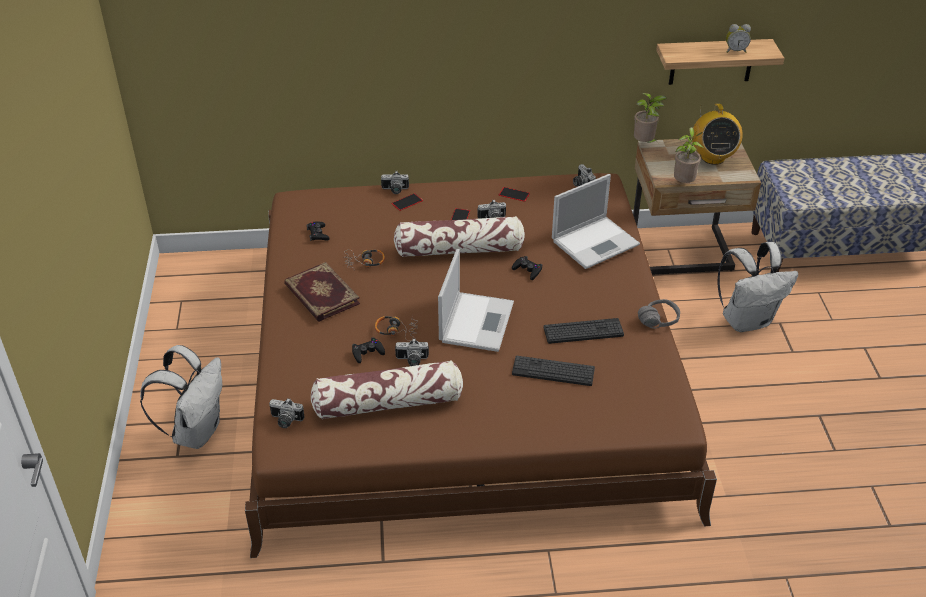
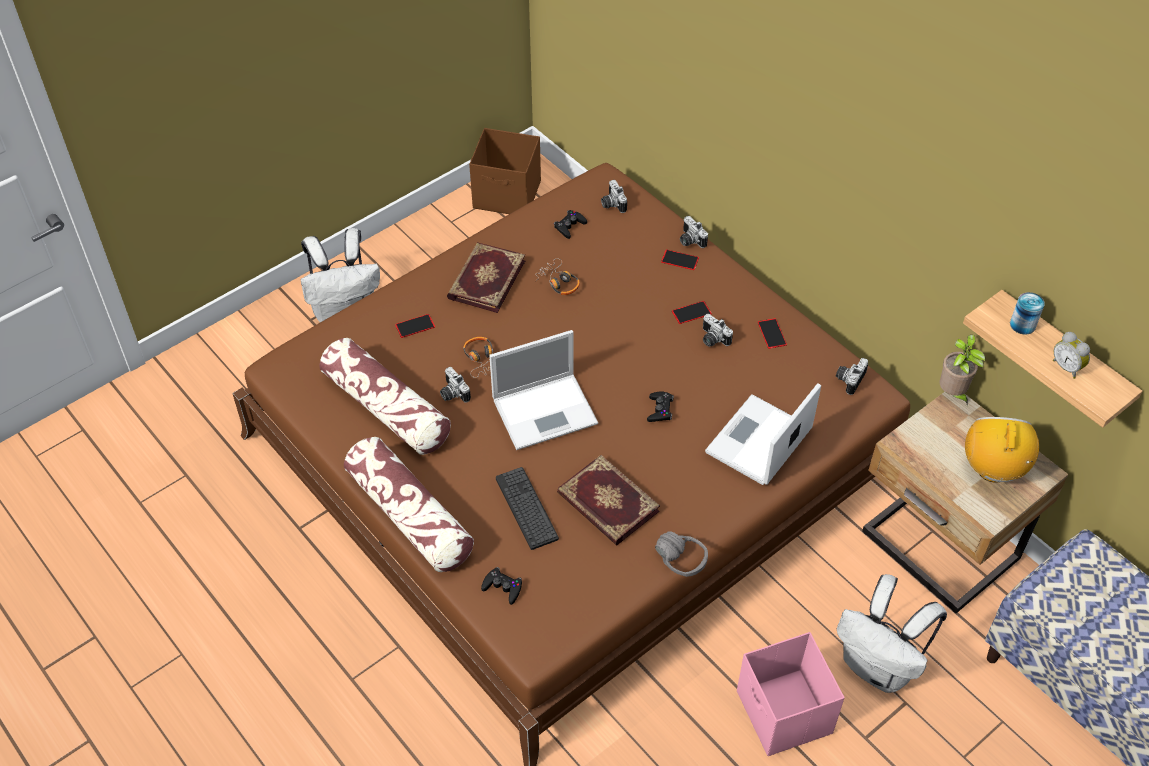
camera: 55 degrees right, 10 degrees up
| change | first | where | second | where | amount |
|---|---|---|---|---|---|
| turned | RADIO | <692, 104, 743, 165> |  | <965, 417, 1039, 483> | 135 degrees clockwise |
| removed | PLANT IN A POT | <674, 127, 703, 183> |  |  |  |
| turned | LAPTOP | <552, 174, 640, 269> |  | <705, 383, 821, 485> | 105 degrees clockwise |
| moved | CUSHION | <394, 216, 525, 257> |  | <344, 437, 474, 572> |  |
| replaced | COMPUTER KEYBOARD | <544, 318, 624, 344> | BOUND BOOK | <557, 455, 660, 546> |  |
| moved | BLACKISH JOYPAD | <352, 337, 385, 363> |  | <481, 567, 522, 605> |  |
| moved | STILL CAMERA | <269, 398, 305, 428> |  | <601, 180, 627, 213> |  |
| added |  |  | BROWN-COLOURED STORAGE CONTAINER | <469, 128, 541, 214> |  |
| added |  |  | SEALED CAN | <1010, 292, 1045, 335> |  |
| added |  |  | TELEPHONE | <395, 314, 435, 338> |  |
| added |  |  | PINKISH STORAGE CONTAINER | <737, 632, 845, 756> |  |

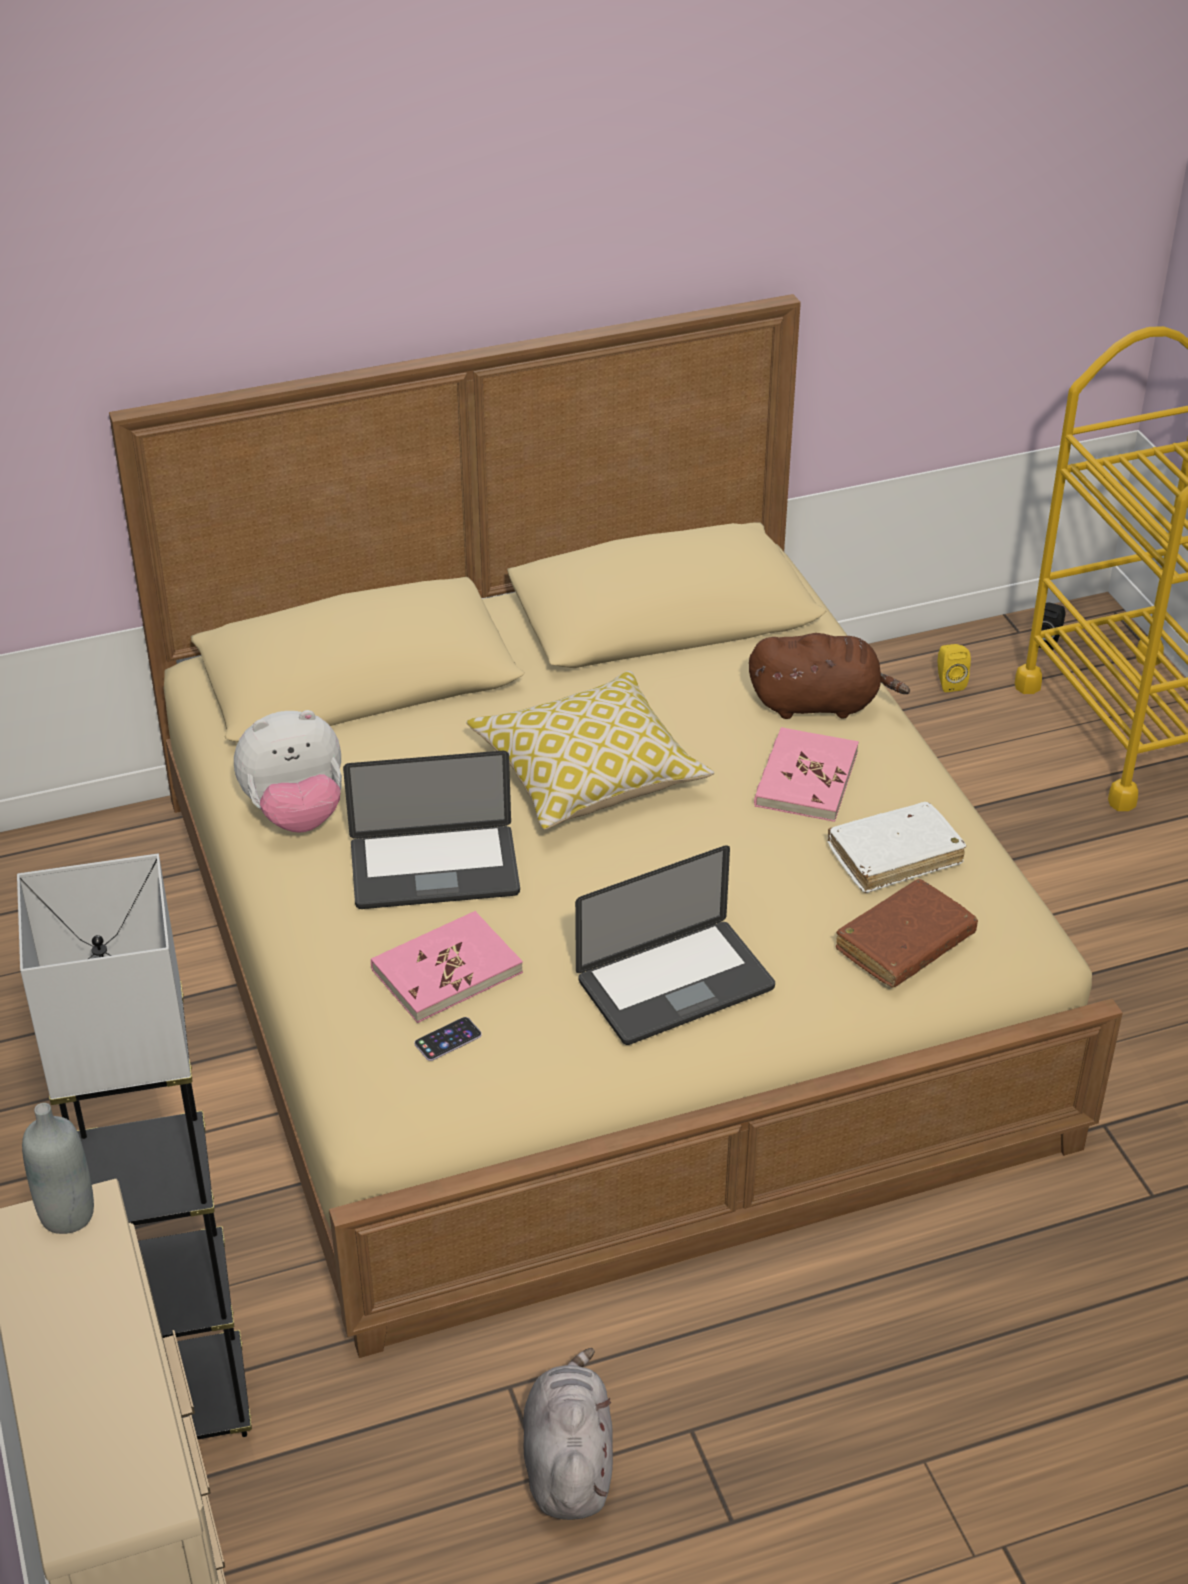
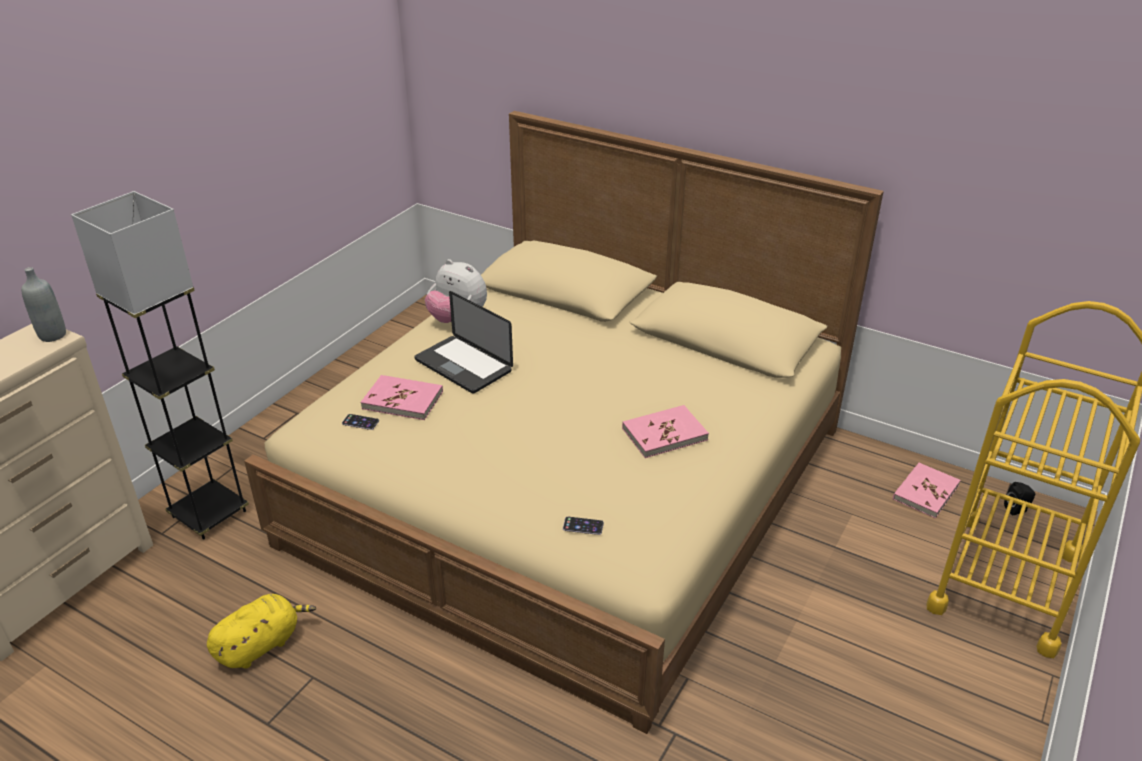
camera: 50 degrees right, 5 degrees down
| change | first | where | second | where | amount |
|---|---|---|---|---|---|
| removed | BROWN-COLOURED SOFT TOY | <749, 633, 910, 719> |  |  |  |
| replaced | YELLOW-COLOURED AUDIO SPEAKER | <938, 644, 971, 692> | PINKISH BOUND BOOK | <893, 463, 961, 518> |  |
| removed | CUSHION | <466, 671, 714, 830> |  |  |  |
| removed | WHITE BOUND BOOK | <828, 802, 967, 893> |  |  |  |
| removed | LAPTOP | <575, 845, 775, 1045> |  |  |  |
| replaced | BROWN-COLOURED BOUND BOOK | <836, 879, 978, 988> | TELEPHONE | <563, 517, 604, 535> |  |
| recoloured | GREY SOFT TOY | <523, 1348, 613, 1520> | YELLOW-COLOURED SOFT TOY | <207, 594, 316, 669> |  |

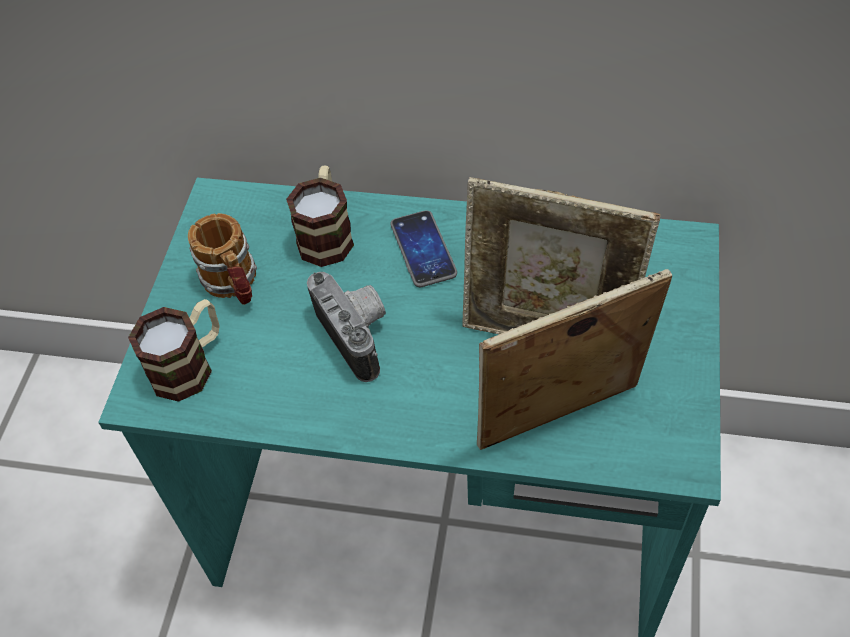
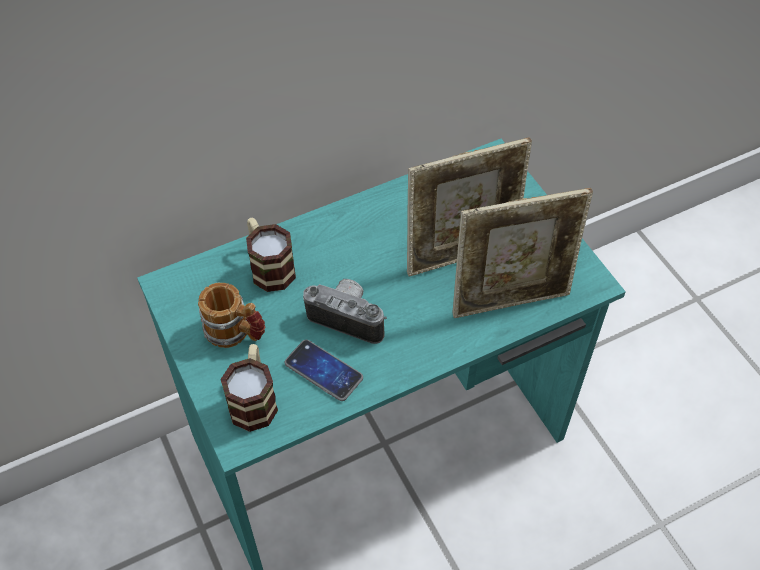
camera: 40 degrees left, 0 degrees up
| change | first | where | second | where | amount |
|---|---|---|---|---|---|
| moved | TELEPHONE | <390, 210, 457, 287> |  | <285, 340, 363, 401> |  |
| turned | STANDING FRAME | <477, 269, 672, 450> |  | <452, 188, 593, 318> | 135 degrees counterclockwise |

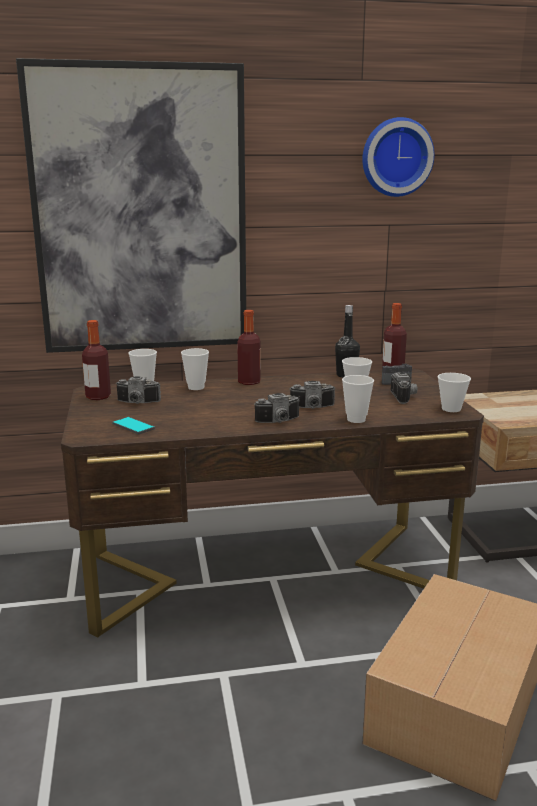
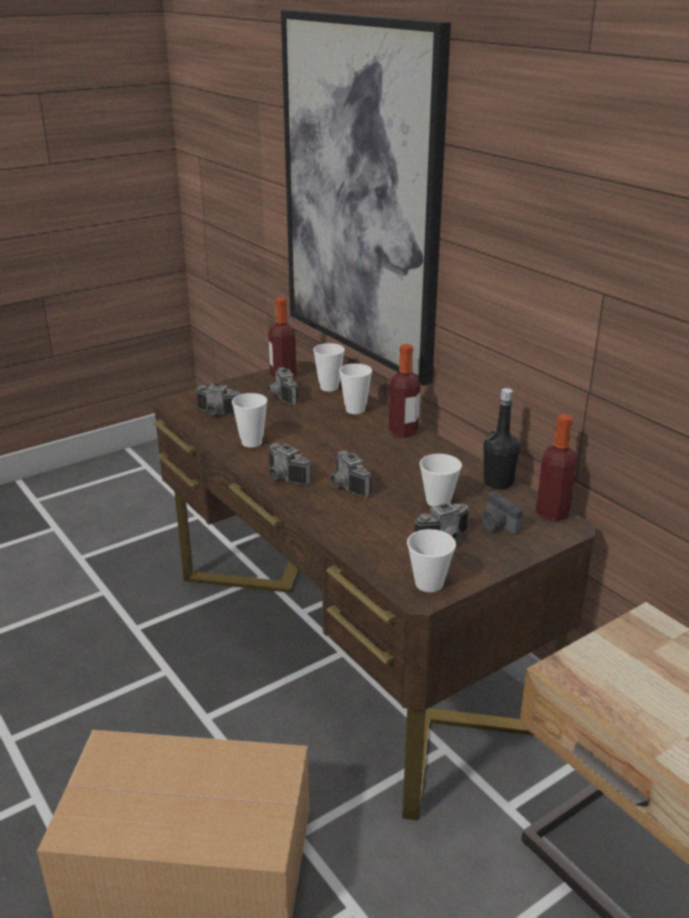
camera: 65 degrees right, 10 degrees up
| change | first | where | second | where | amount |
|---|---|---|---|---|---|
| removed | WALL CLOCK | <362, 117, 434, 197> |  |  |  |
| moved | CUP | <342, 375, 374, 423> |  | <232, 393, 267, 448> |  |
| replaced | TELEPHONE | <112, 417, 155, 434> | STILL CAMERA | <195, 384, 241, 415> |  |

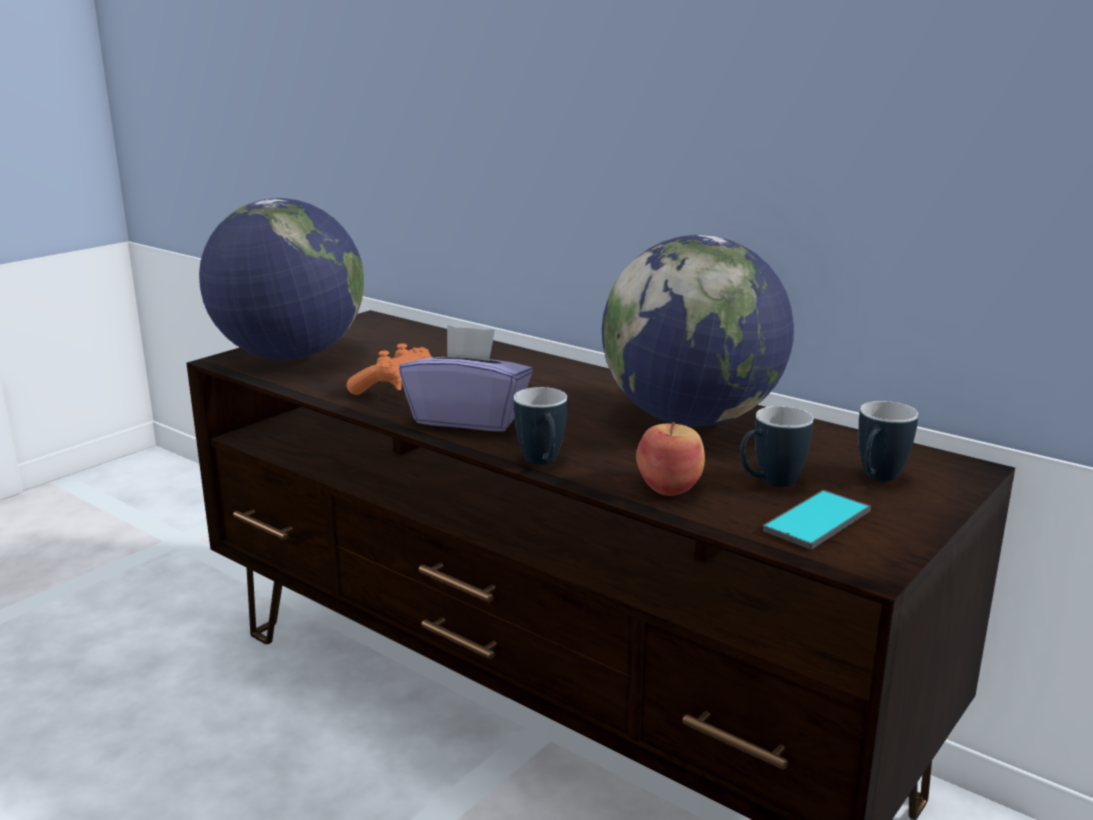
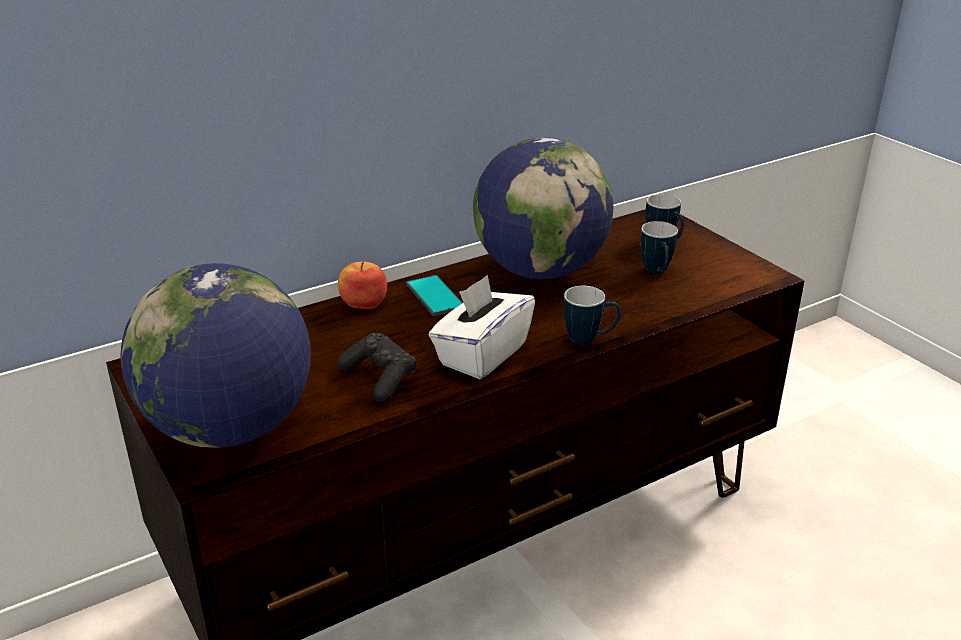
camera: 70 degrees left, 10 degrees up
| change | first | where | second | where | amount |
|---|---|---|---|---|---|
| recoloured | PURPLISH BOX OF TISSUES | <399, 325, 533, 431> | WHITE BOX OF TISSUES | <429, 275, 535, 379> |  |
| recoloured | ORANGEY JOYPAD | <347, 344, 433, 395> | BLACKISH JOYPAD | <338, 333, 416, 403> |  |
| moved | WHOLE APPLE | <636, 422, 705, 496> |  | <338, 261, 387, 309> |  |
| moved | TELEPHONE | <763, 490, 871, 549> |  | <406, 275, 463, 316> |  |

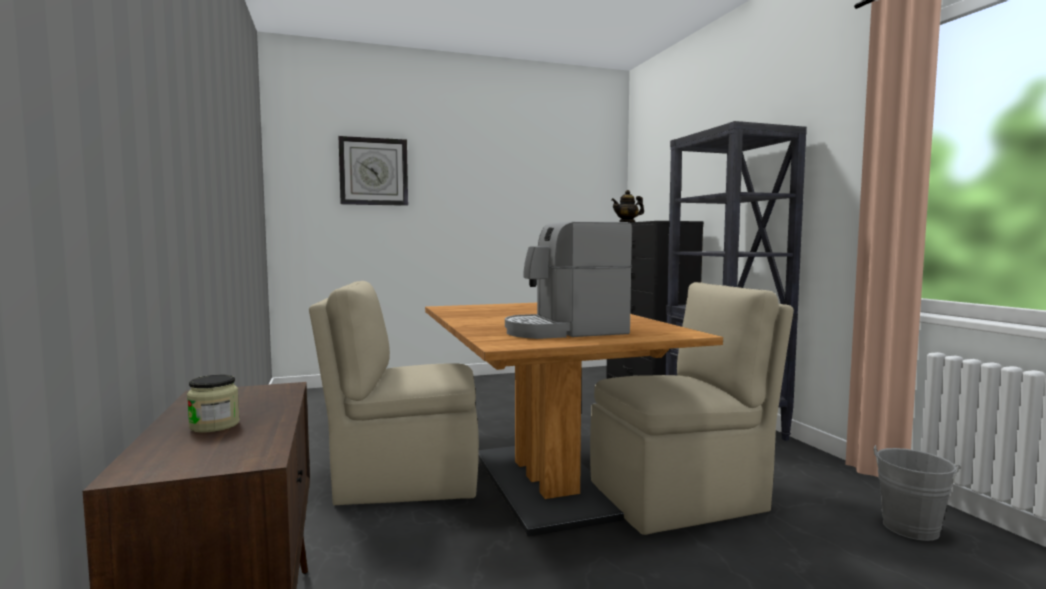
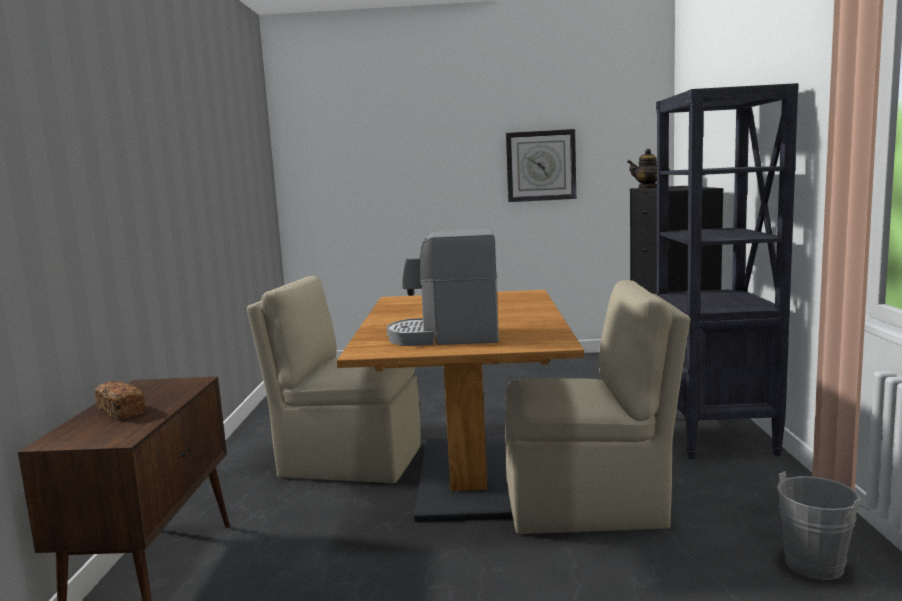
camera: 20 degrees right, 5 degrees up
| change | first | where | second | where | amount |
|---|---|---|---|---|---|
| moved | WALL CLOCK | <338, 136, 408, 206> |  | <506, 129, 576, 202> |  |
| replaced | STORAGE JAR | <187, 375, 240, 432> | BAKED BREAD | <95, 381, 146, 420> |  |

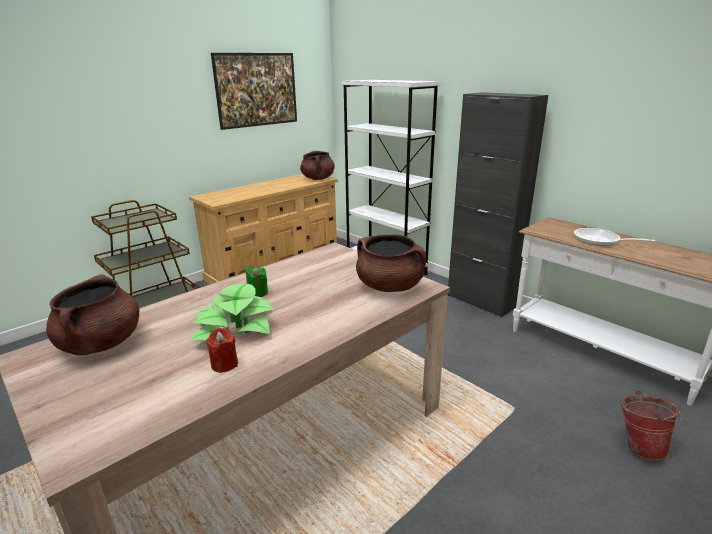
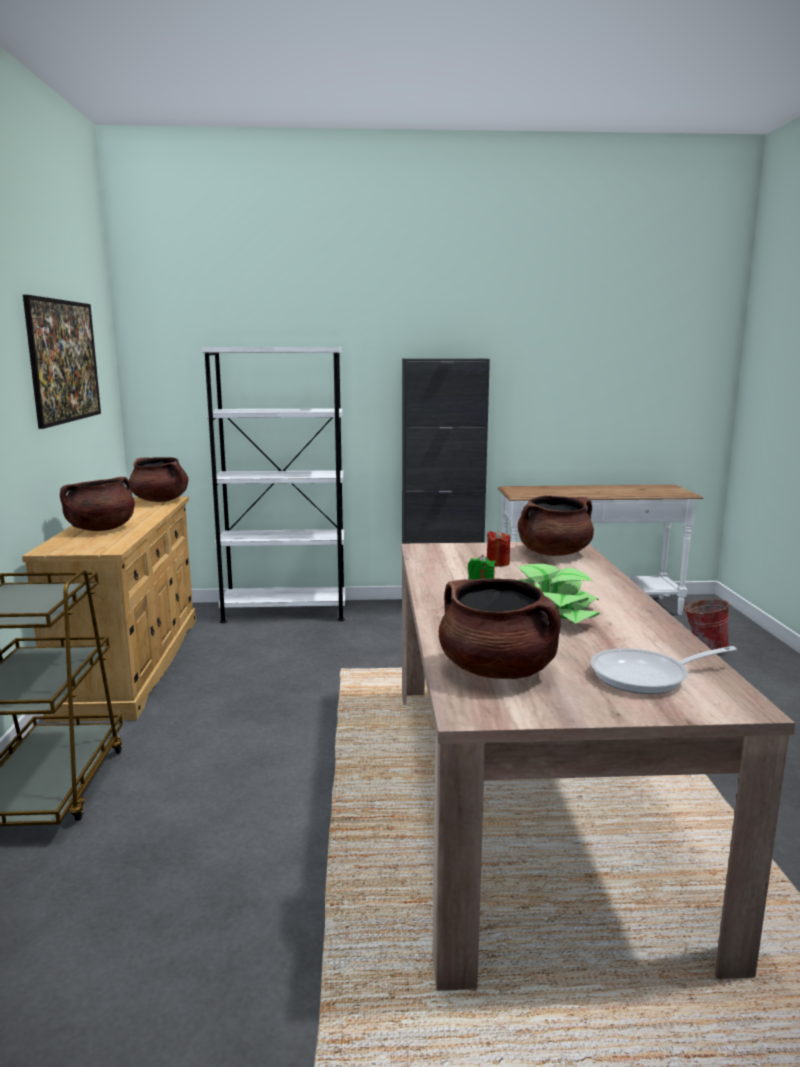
camera: 50 degrees left, 10 degrees down
| change | first | where | second | where | amount |
|---|---|---|---|---|---|
| moved | PAN | <574, 228, 655, 246> |  | <591, 646, 737, 694> |  |
| moved | RED WAX LIGHT | <206, 328, 238, 373> |  | <487, 530, 510, 567> |  |
| added |  |  | BROWN-COLOURED COOKING POT | <60, 477, 135, 531> |  |

